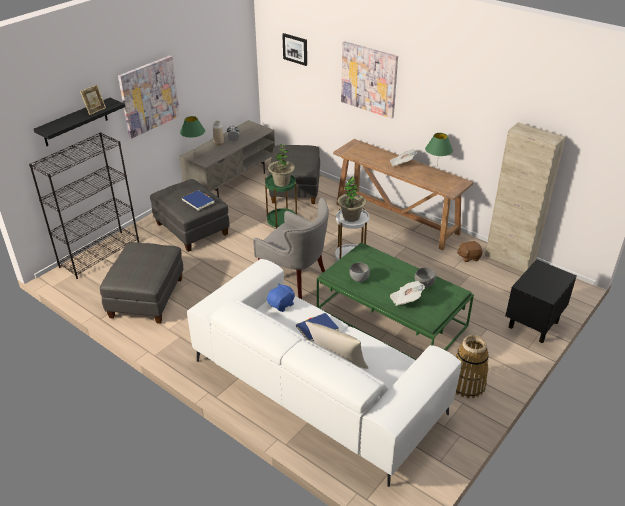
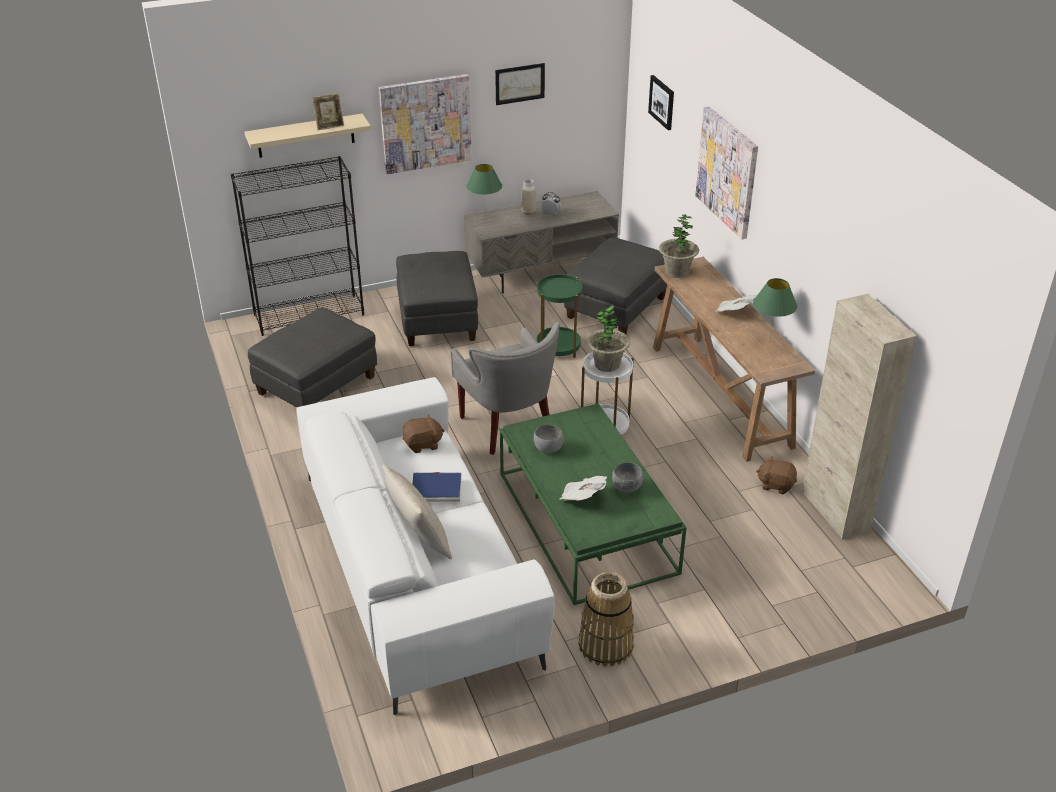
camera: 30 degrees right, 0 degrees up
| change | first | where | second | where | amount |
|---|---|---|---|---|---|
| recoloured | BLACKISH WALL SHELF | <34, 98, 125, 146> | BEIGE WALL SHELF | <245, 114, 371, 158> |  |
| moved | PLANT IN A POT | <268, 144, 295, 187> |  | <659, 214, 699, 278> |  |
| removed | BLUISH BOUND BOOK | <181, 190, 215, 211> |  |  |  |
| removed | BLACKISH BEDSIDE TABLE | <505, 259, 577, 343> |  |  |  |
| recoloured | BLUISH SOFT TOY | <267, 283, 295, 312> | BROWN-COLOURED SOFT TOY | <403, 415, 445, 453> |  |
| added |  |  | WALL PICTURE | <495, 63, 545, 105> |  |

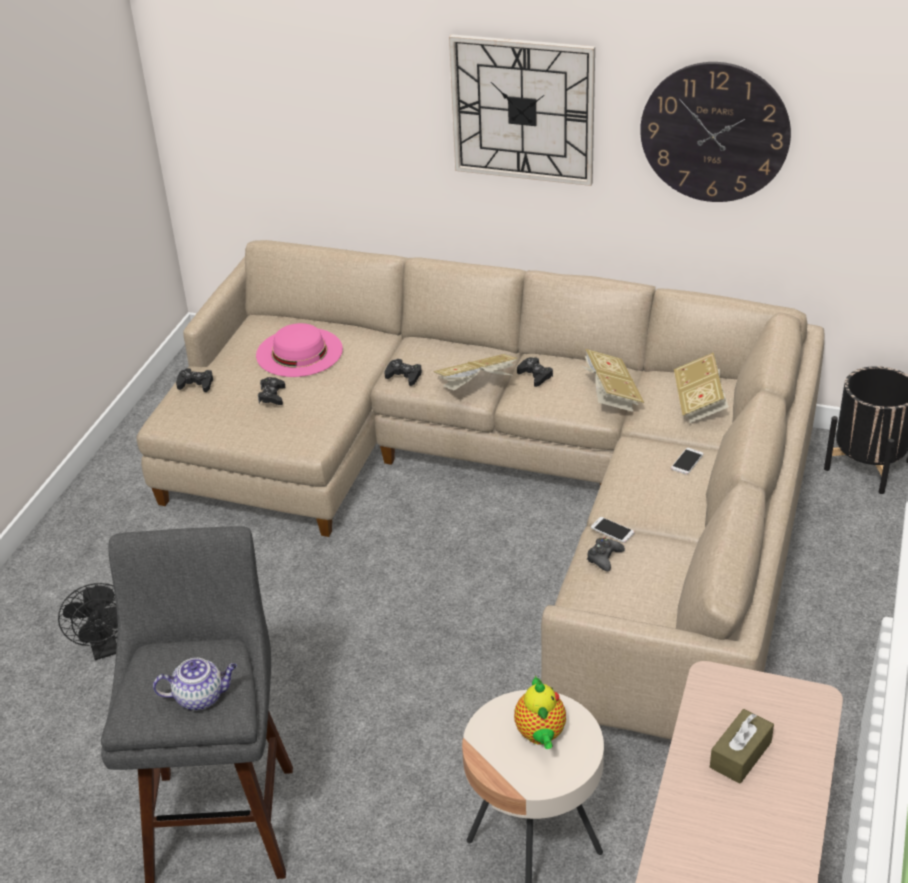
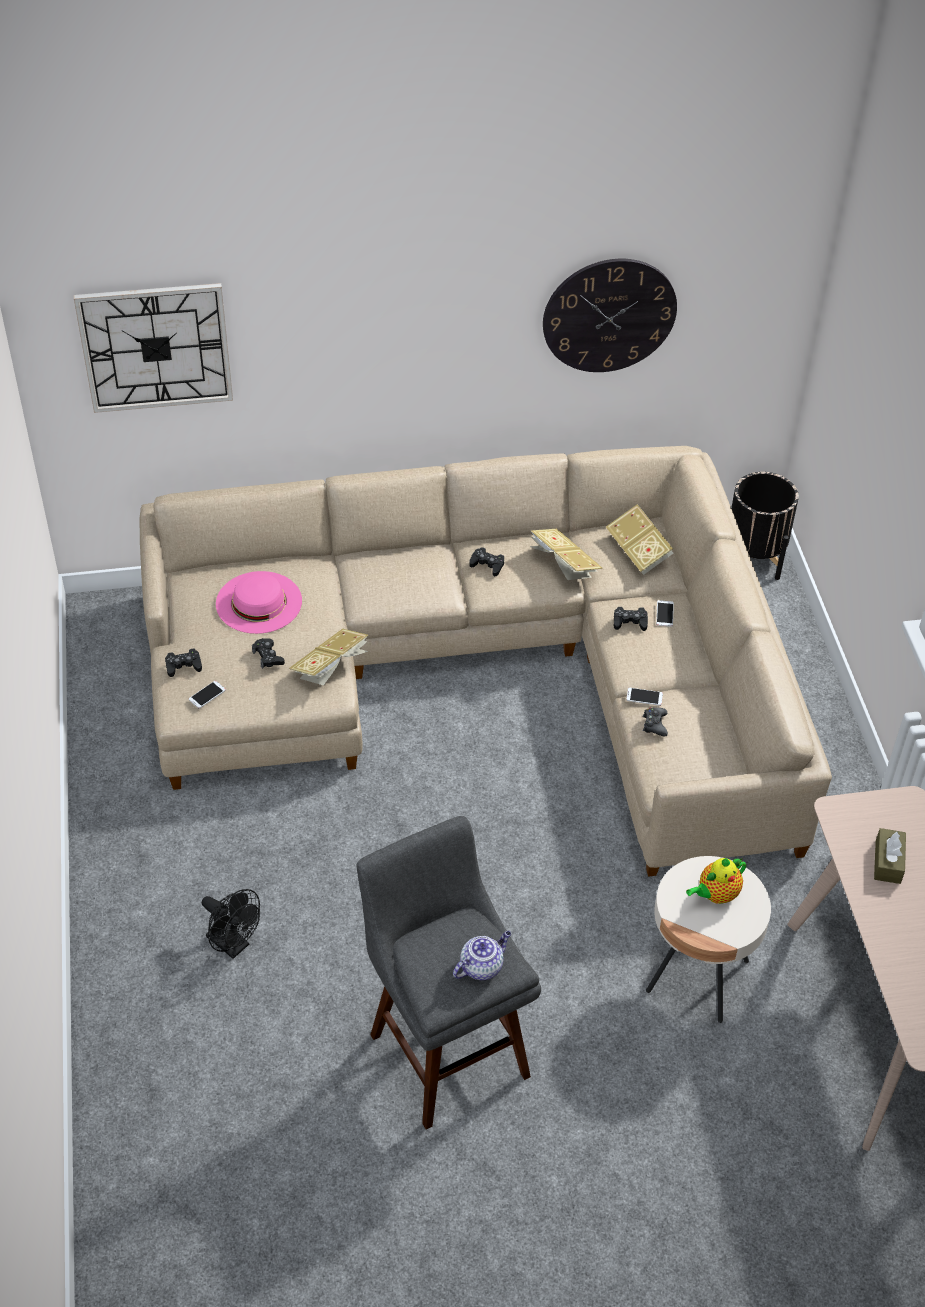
camera: 30 degrees left, 10 degrees up
| change | first | where | second | where | amount |
|---|---|---|---|---|---|
| moved | WALL CLOCK | <449, 34, 595, 186> |  | <74, 283, 233, 413> |  |
| moved | BOUND BOOK | <433, 354, 518, 391> |  | <289, 629, 368, 685> |  |
| moved | BLACKISH JOYPAD | <385, 359, 422, 386> |  | <614, 607, 648, 631> |  |
| turned | TEA POT | <514, 675, 566, 749> |  | <686, 858, 746, 904> | 90 degrees clockwise |
| added |  |  | TELEPHONE | <189, 681, 226, 708> |  |

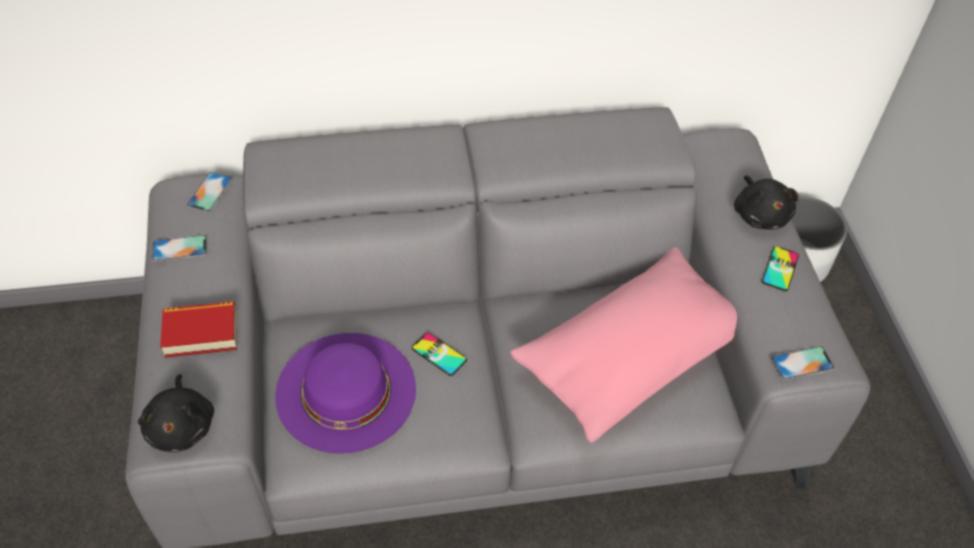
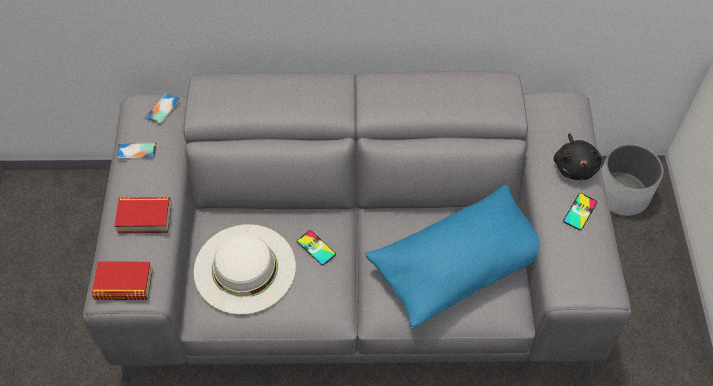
camera: 10 degrees right, 5 degrees up
| change | first | where | second | where | amount |
|---|---|---|---|---|---|
| recoloured | PINKISH CUSHION | <510, 247, 737, 443> | BLUISH CUSHION | <365, 185, 540, 329> |  |
| recoloured | PURPLISH CLOTHING HAT | <275, 333, 416, 453> | WHITE CLOTHING HAT | <194, 224, 296, 315> |  |
| removed | TELEPHONE | <772, 346, 834, 380> |  |  |  |
| replaced | BLACKISH SOFT TOY | <138, 374, 214, 452> | BOUND BOOK | <92, 261, 153, 300> |  |

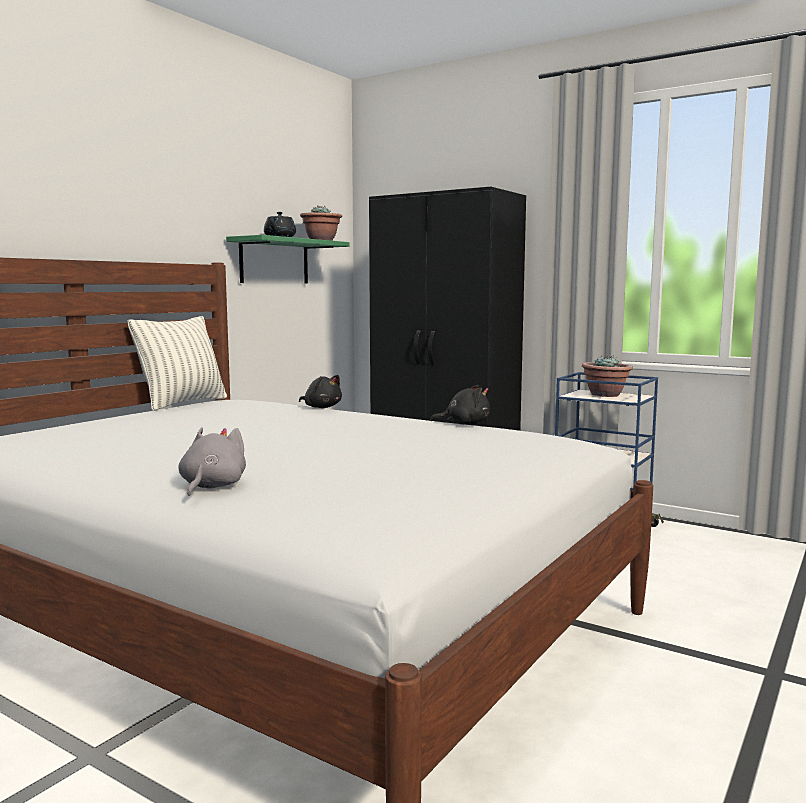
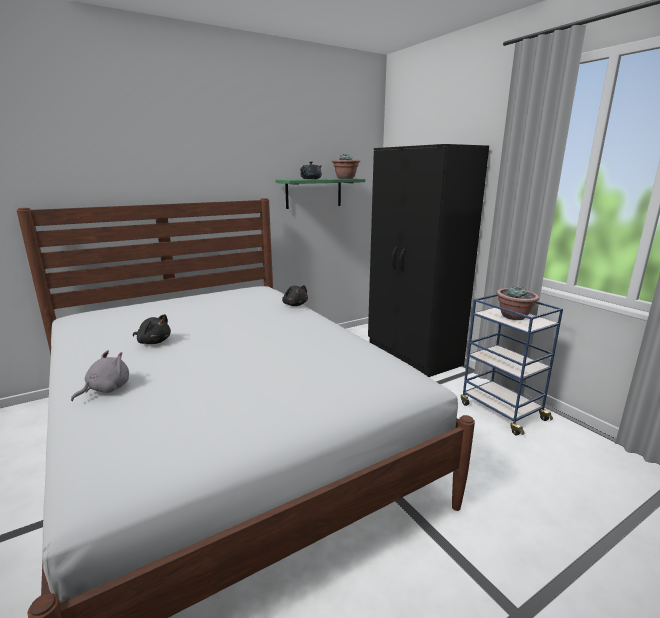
camera: 25 degrees right, 10 degrees up
| change | first | where | second | where | amount |
|---|---|---|---|---|---|
| removed | CUSHION | <128, 316, 227, 411> |  |  |  |
| moved | BLACKISH SOFT TOY | <430, 385, 490, 424> |  | <133, 314, 171, 344> |  |

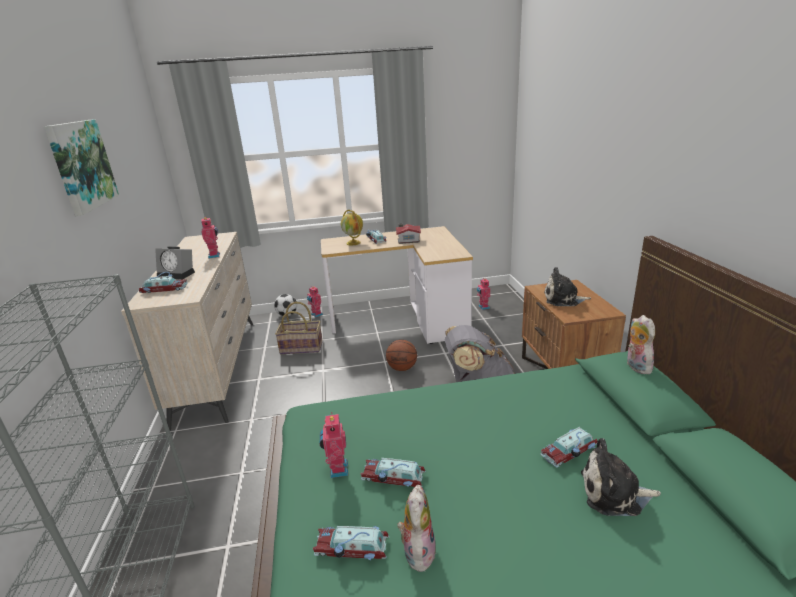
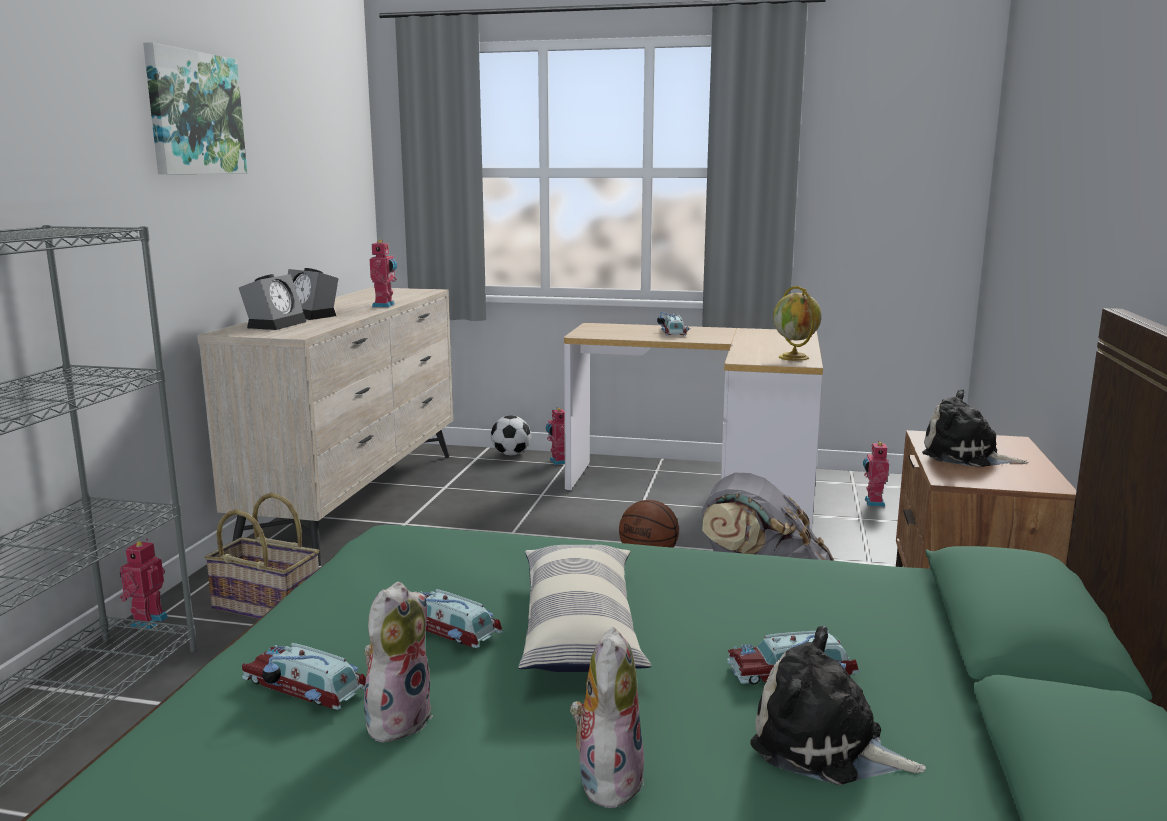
camera: 20 degrees right, 10 degrees down
| change | first | where | second | where | amount |
|---|---|---|---|---|---|
| moved | WORLD GLOBE | <341, 210, 363, 245> |  | <773, 286, 822, 361> |  |
| removed | TOY HOUSE | <396, 223, 421, 244> |  |  |  |
| replaced | MINIATURE CAR | <139, 272, 188, 293> | ALARM CLOCK | <239, 274, 306, 330> |  |
| moved | BASKET | <275, 302, 323, 354> |  | <204, 493, 319, 619> |  |
| moved | SOFT TOY | <627, 315, 655, 374> |  | <570, 627, 644, 811> |  |
| moved | ROBOT FIGURE | <320, 412, 348, 478> |  | <120, 539, 168, 629> |  |
| added |  |  | CUSHION | <518, 545, 651, 672> |  |

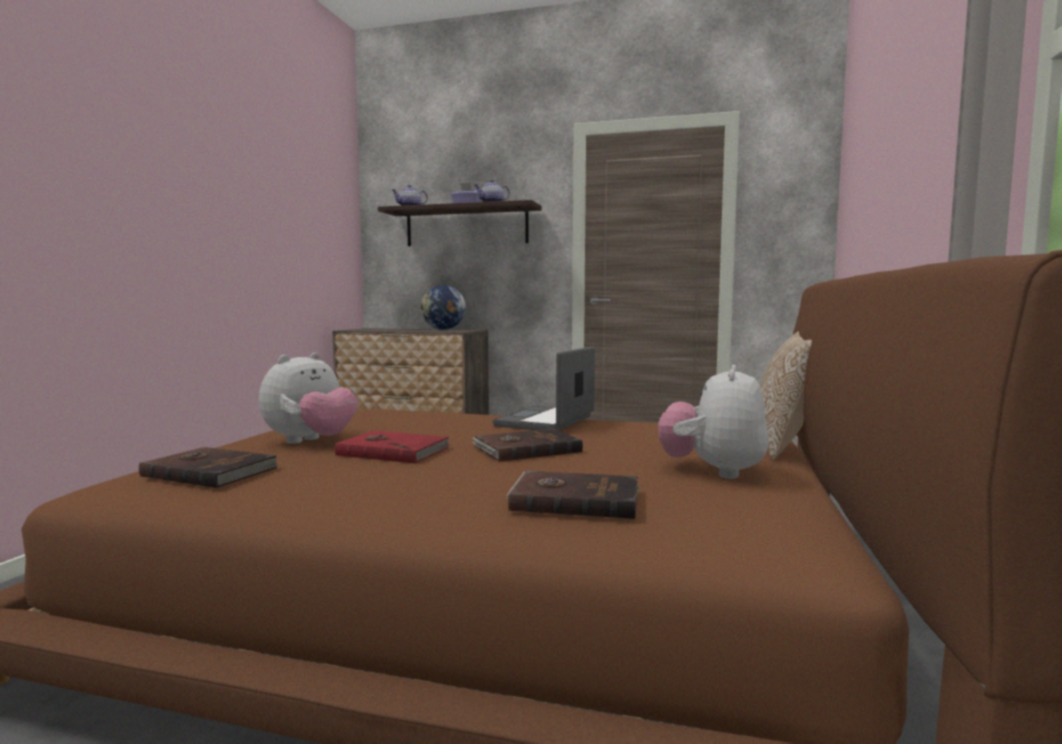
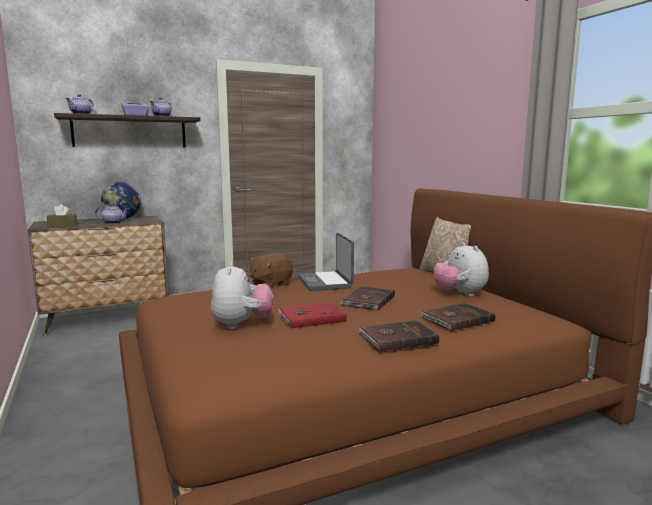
camera: 40 degrees left, 5 degrees up
| change | first | where | second | where | amount |
|---|---|---|---|---|---|
| moved | BROWN-COLOURED BOUND BOOK | <139, 447, 279, 488> |  | <359, 320, 439, 351> |  |
| added |  |  | BROWN-COLOURED BOX OF TISSUES | <47, 204, 77, 227> |  |
| added |  |  | TEA POT | <95, 204, 129, 224> |  |
| added |  |  | BROWN-COLOURED SOFT TOY | <249, 253, 293, 288> |  |

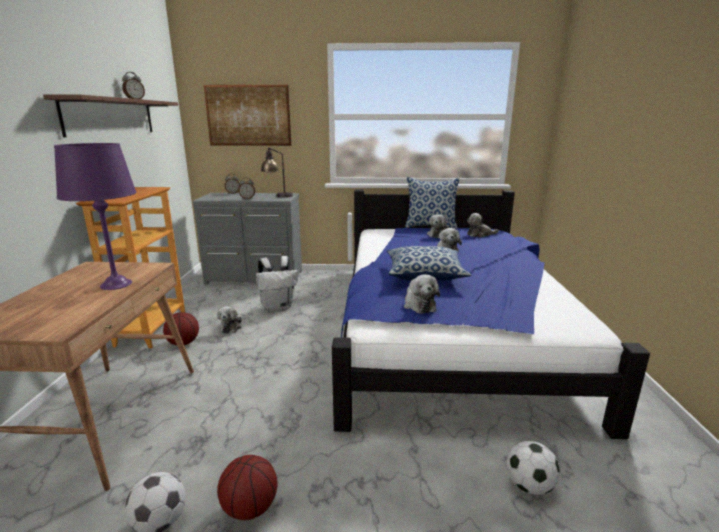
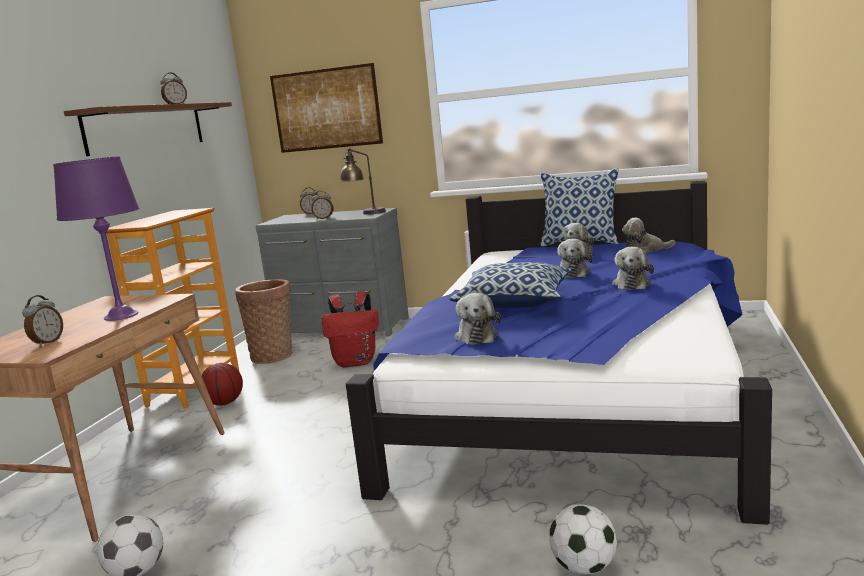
camera: 15 degrees right, 5 degrees down
| change | first | where | second | where | amount |
|---|---|---|---|---|---|
| recoloured | WHITE BACKPACK | <256, 256, 298, 312> | RED BACKPACK | <321, 291, 379, 368> |  |
| moved | SOFT TOY | <217, 306, 242, 333> |  | <612, 247, 654, 290> |  |
| removed | BALL FOR BASKETBALL | <217, 455, 277, 520> |  |  |  |
| added |  |  | BASKET | <235, 279, 292, 364> |  |
| added |  |  | ALARM CLOCK | <22, 295, 63, 347> |  |

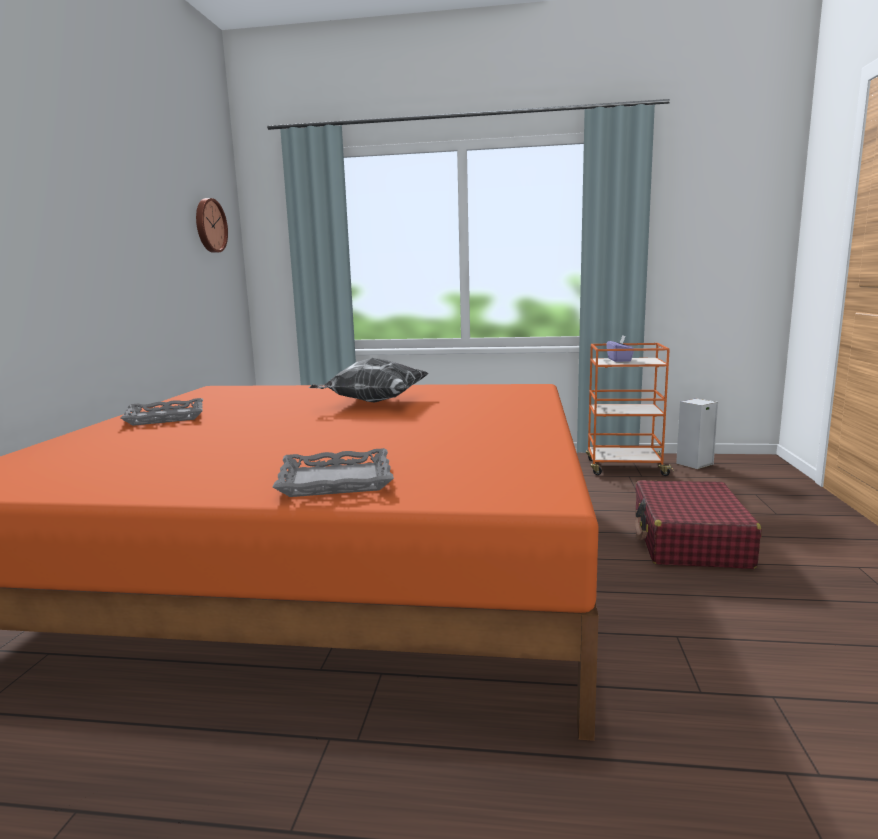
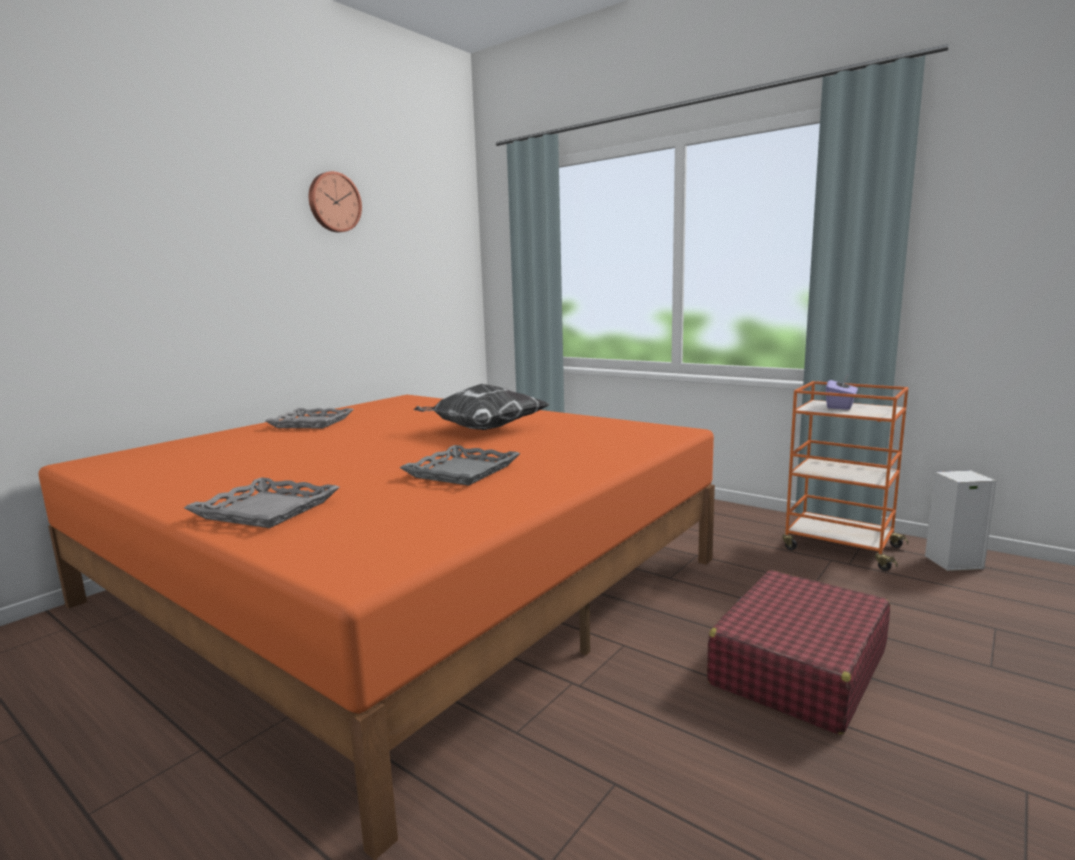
camera: 30 degrees right, 0 degrees up
| change | first | where | second | where | amount |
|---|---|---|---|---|---|
| moved | WALL CLOCK | <196, 198, 228, 253> |  | <309, 171, 362, 232> |  |
| added |  |  | GREY SERVING TRAY | <400, 445, 520, 486> |  |

